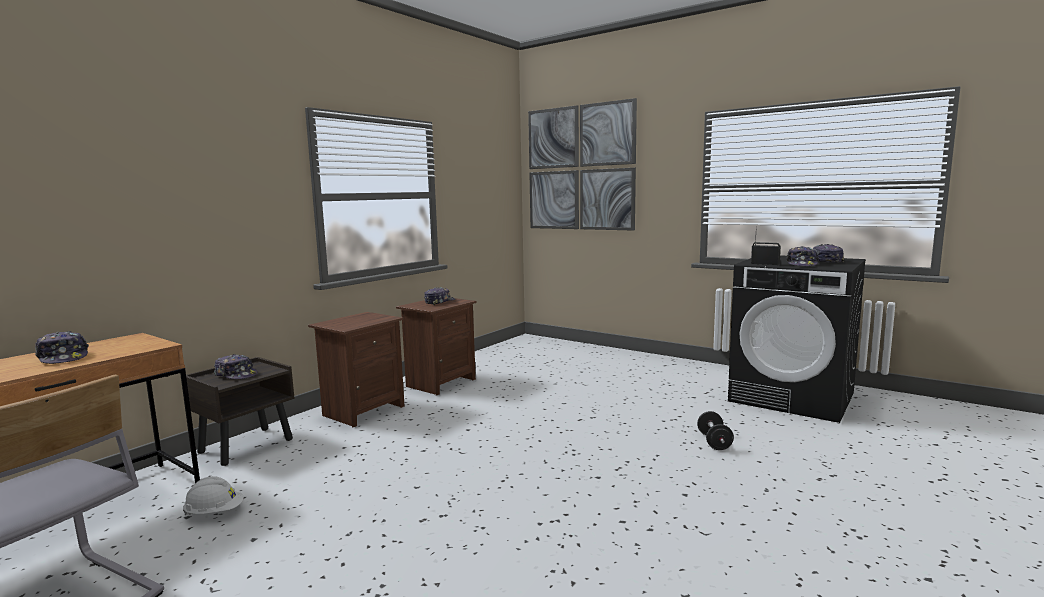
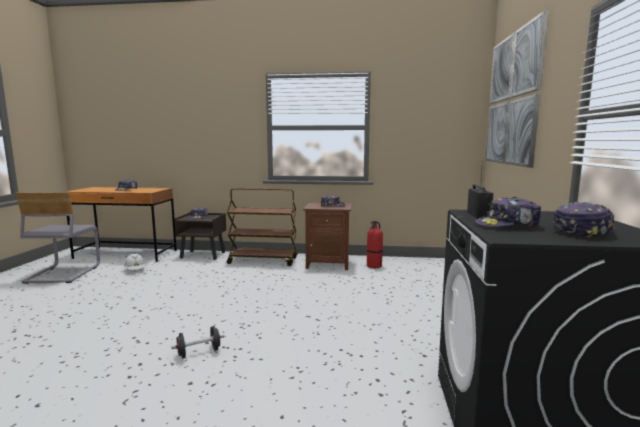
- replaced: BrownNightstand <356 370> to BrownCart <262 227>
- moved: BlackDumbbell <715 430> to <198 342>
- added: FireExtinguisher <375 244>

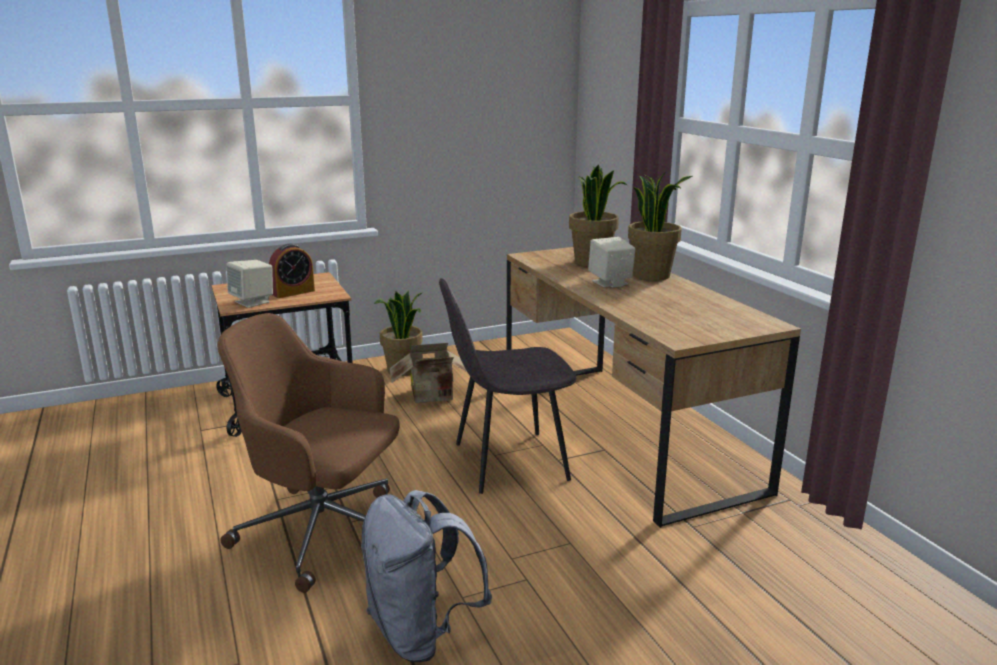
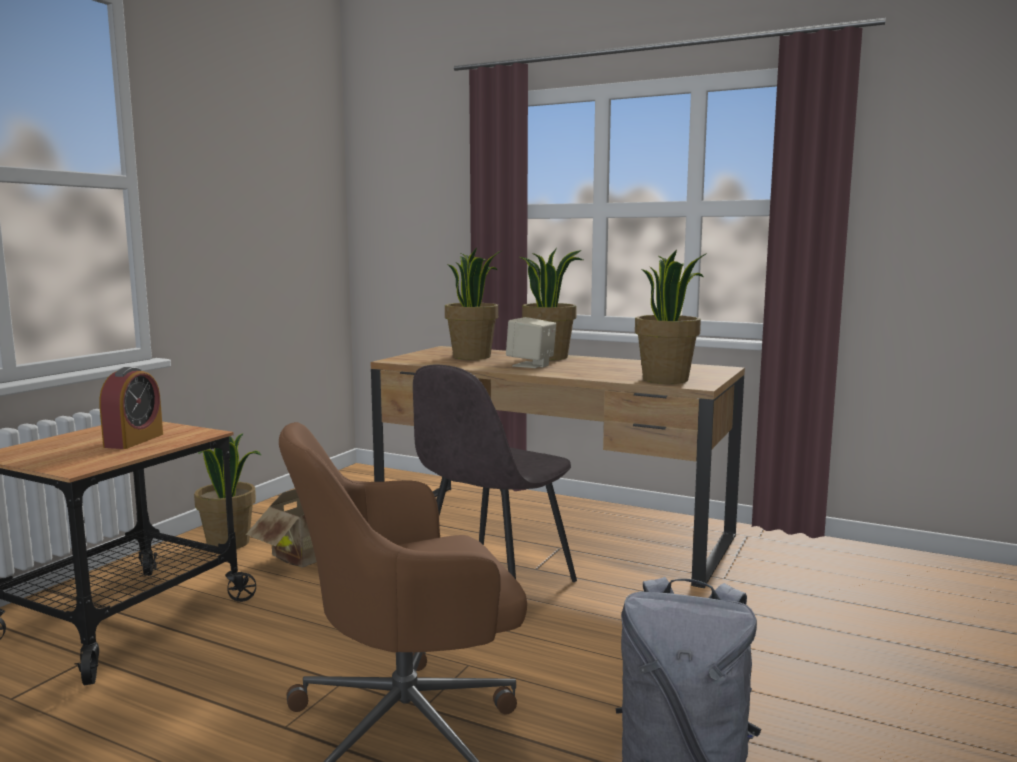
- removed: BeigeSpeaker <250 284>
- added: PottedPlant <671 317>

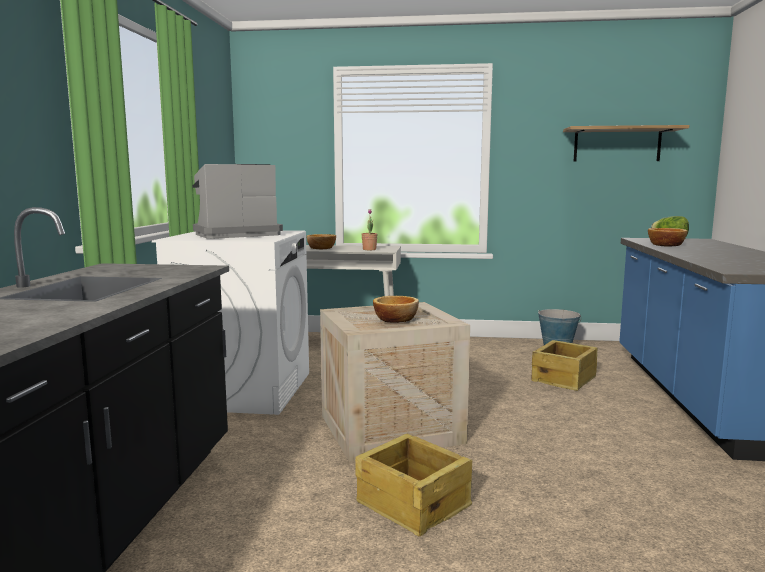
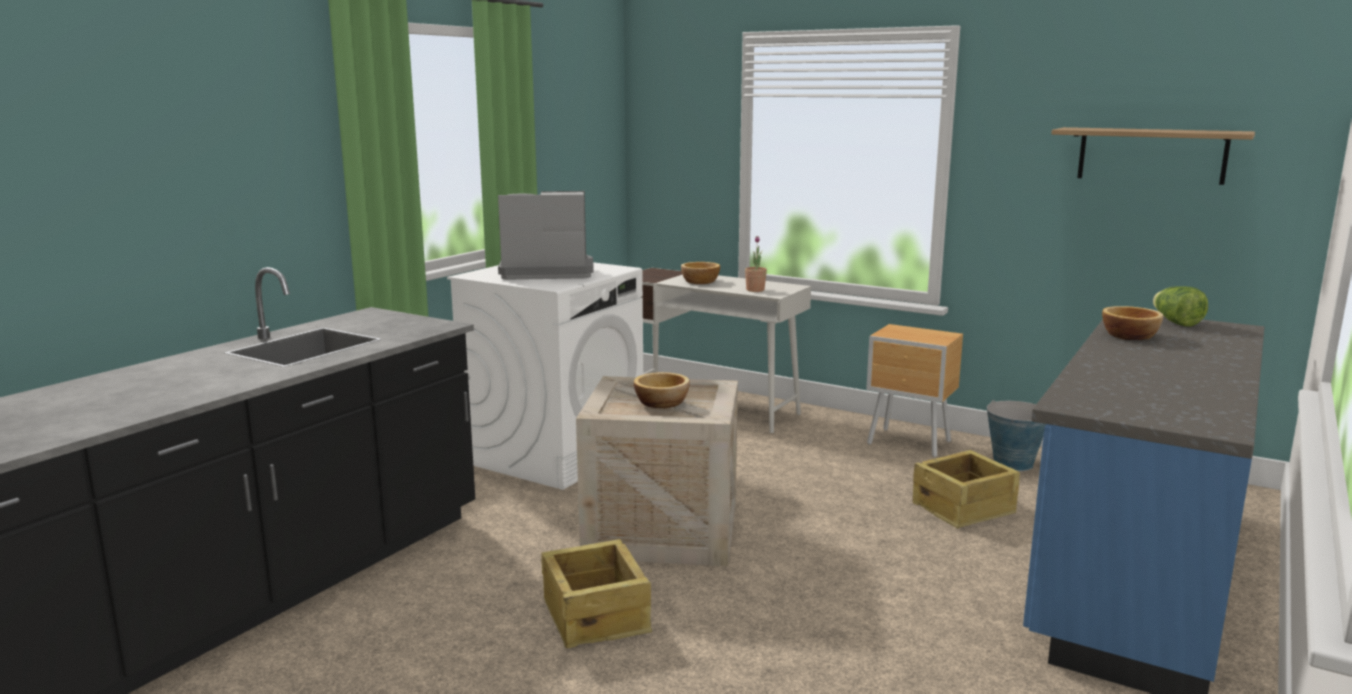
- added: BrownNightstand <914 391>

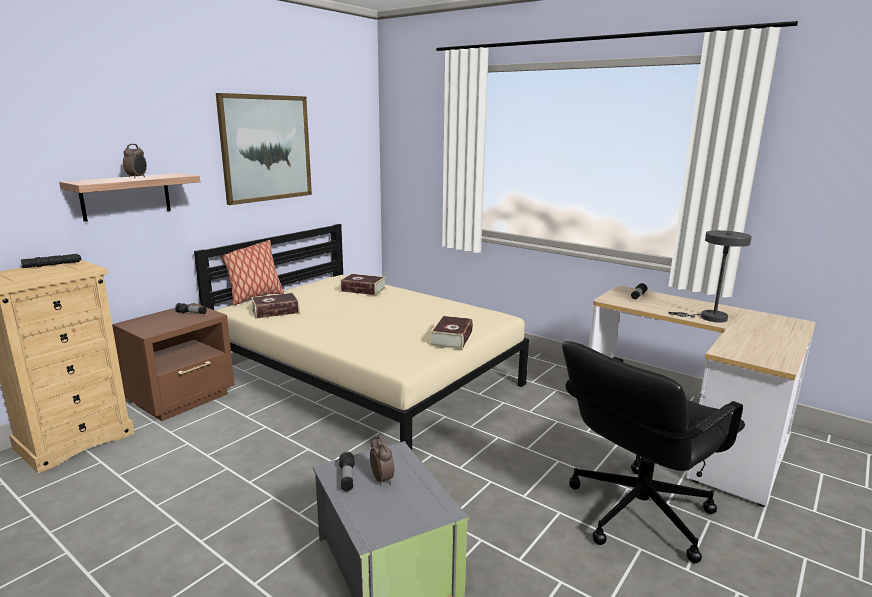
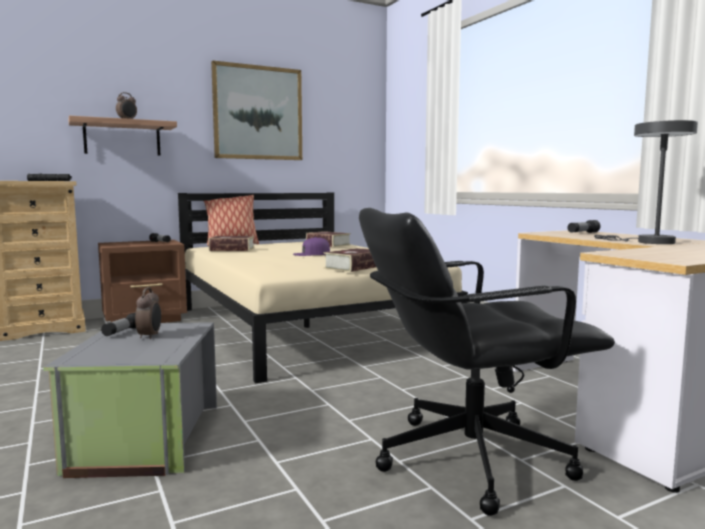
- added: PurpleCap <311 246>

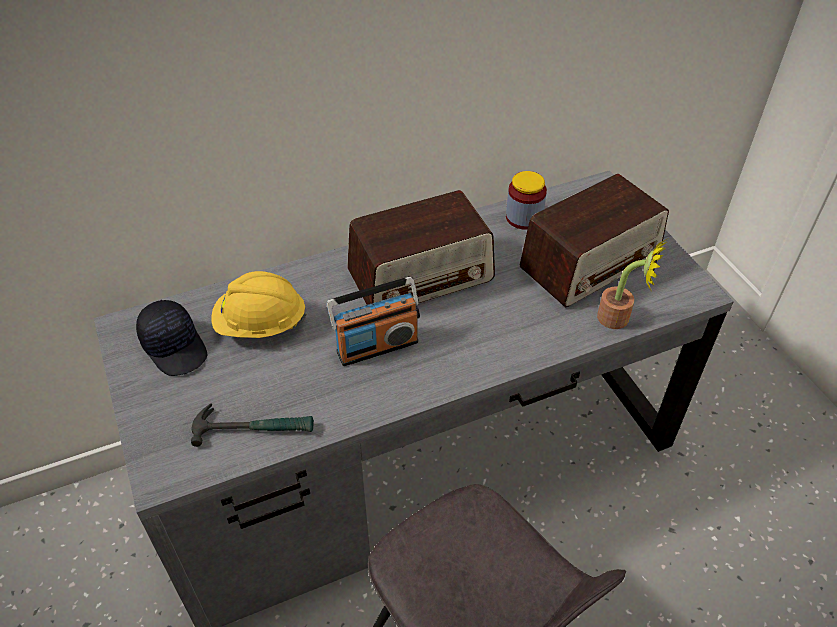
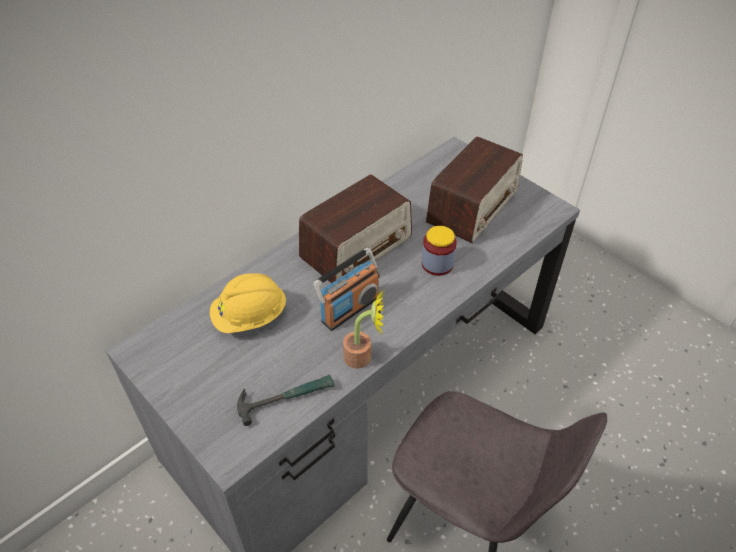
- removed: BlackCap <171 338>
- moved: Jar <526 200> to <439 251>
- moved: PottedPlant <632 284> to <364 329>

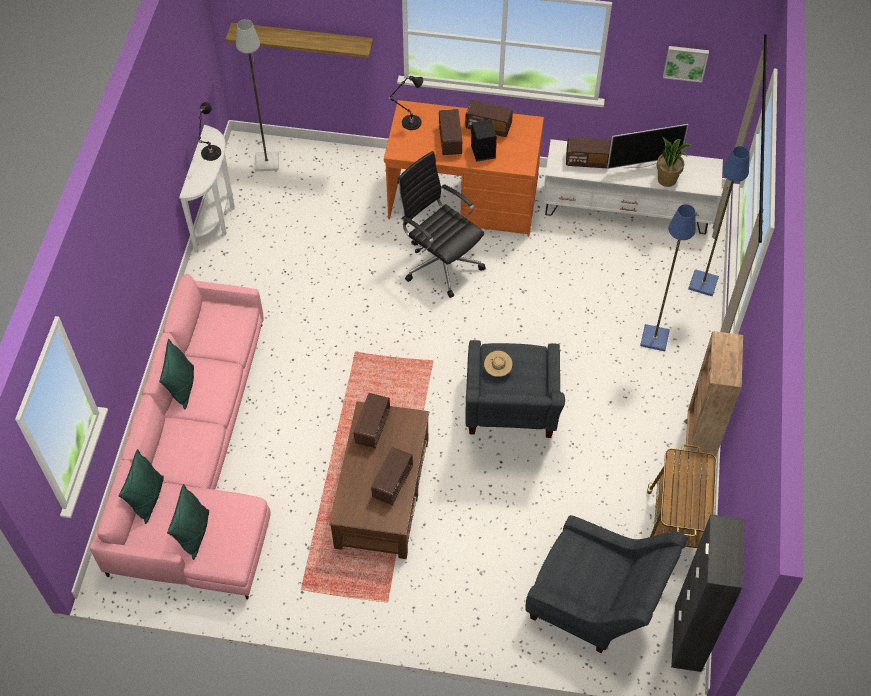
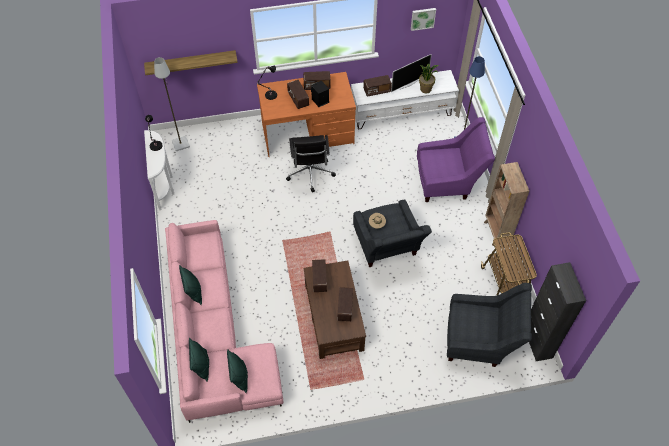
- turned: BlackOfficeChair <441 224> = <311 163> 120 degrees counterclockwise
- replaced: BlueFloorLamp <668 277> to PurpleArmchair <456 159>

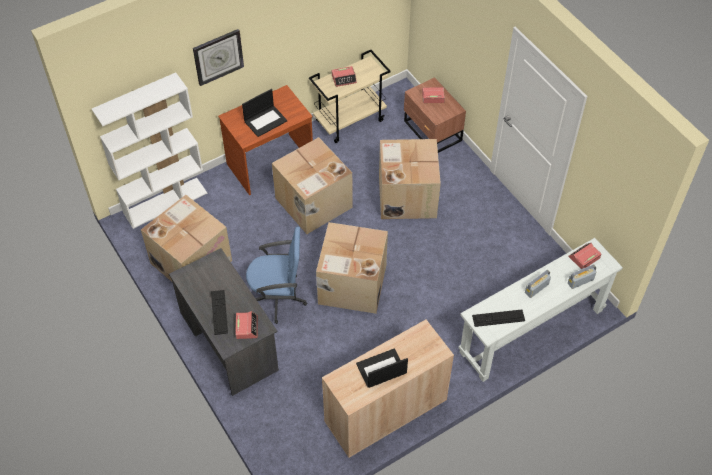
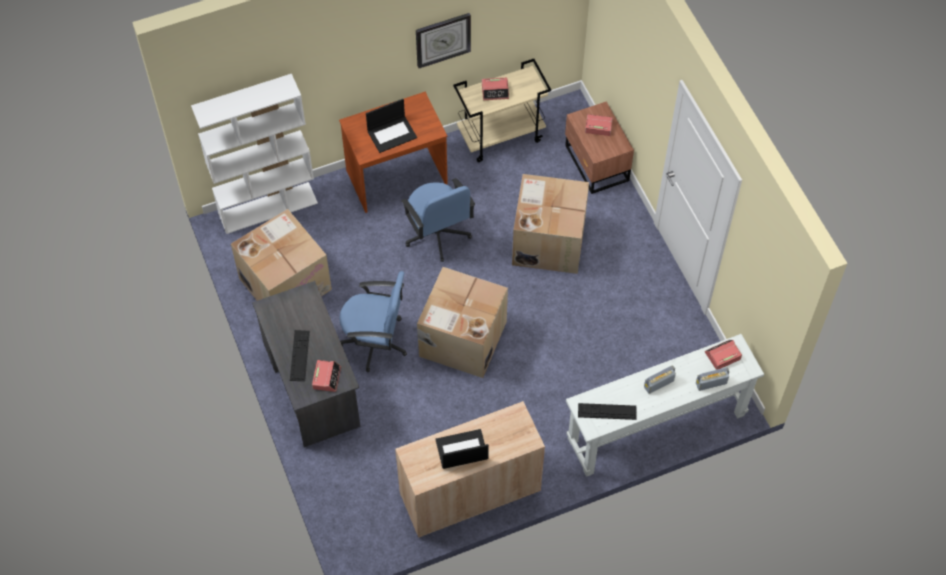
- moved: WallClock <218 57> to <443 40>
- replaced: CardboardBox <312 185> to BlueOfficeChair <438 220>

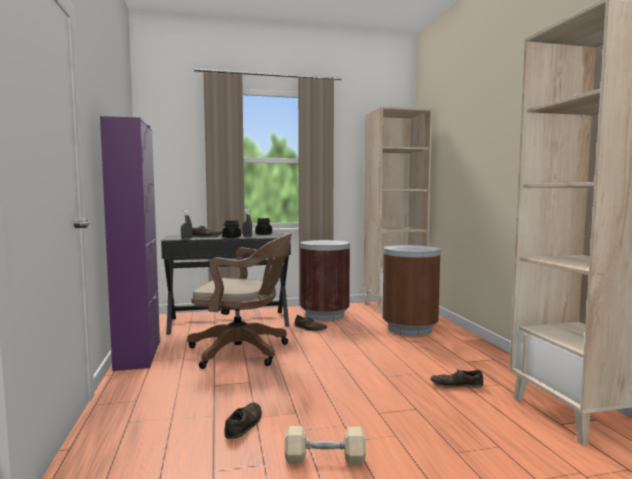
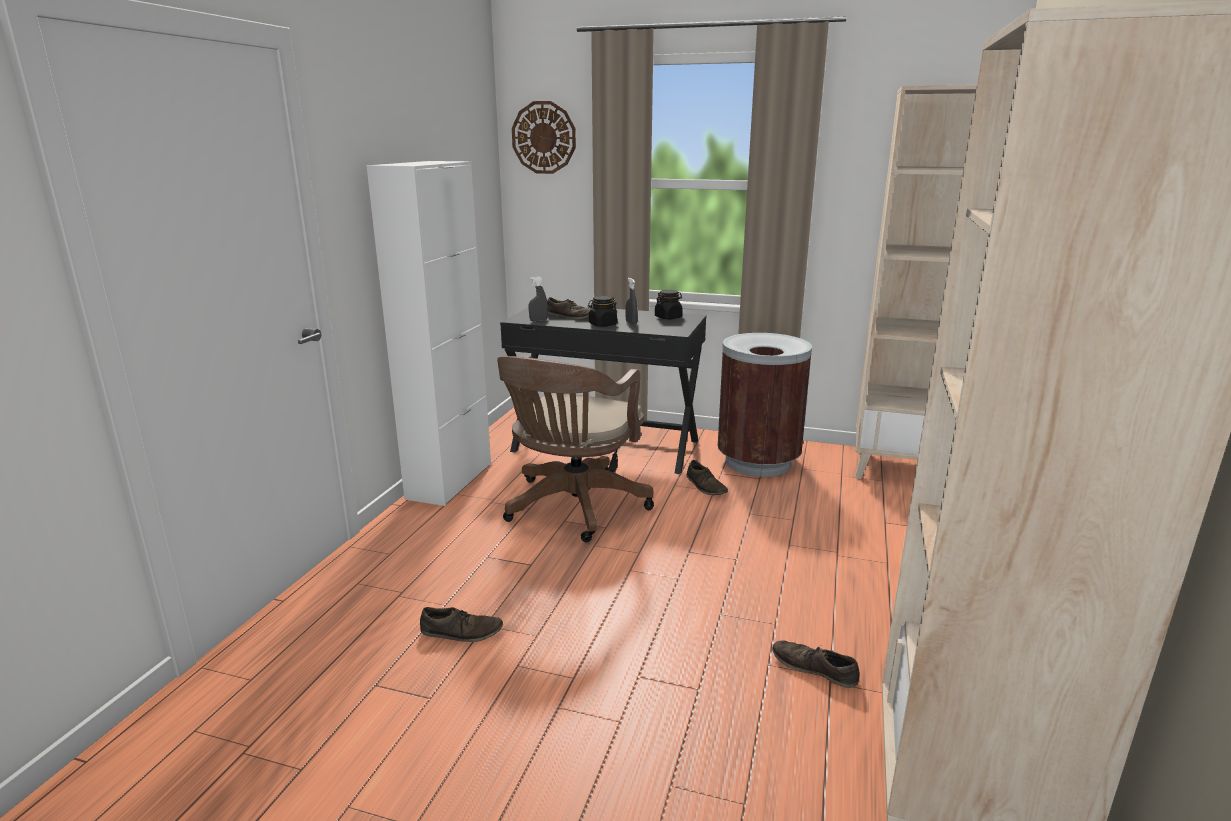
- recoloured: PurpleCabinet <130 243> to WhiteCabinet <429 333>
- turned: BrownOfficeChair <239 301> = <575 449> 75 degrees clockwise
- turned: BrownShoe <243 420> = <461 624> 45 degrees clockwise
- removed: BeigeDumbbell <325 445>
- removed: BrownTrashCan <411 290>
- added: WallClock <544 137>

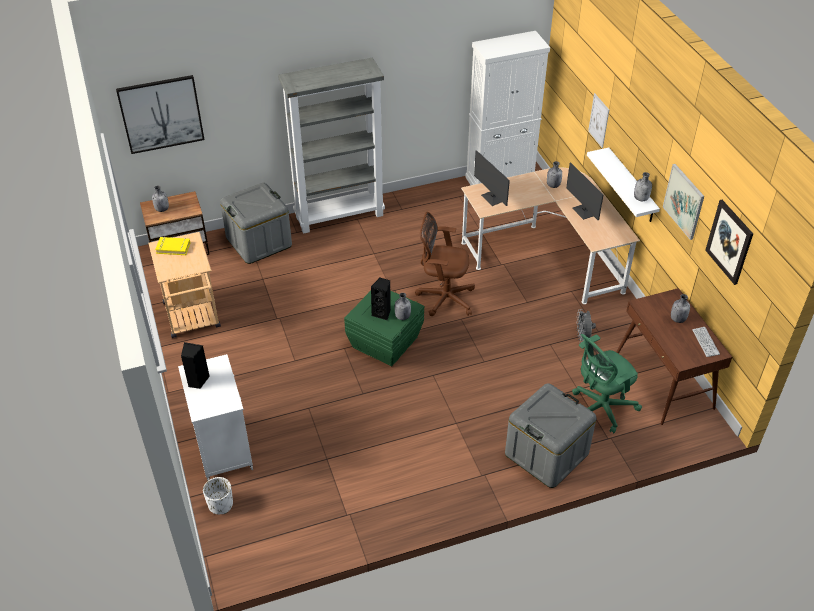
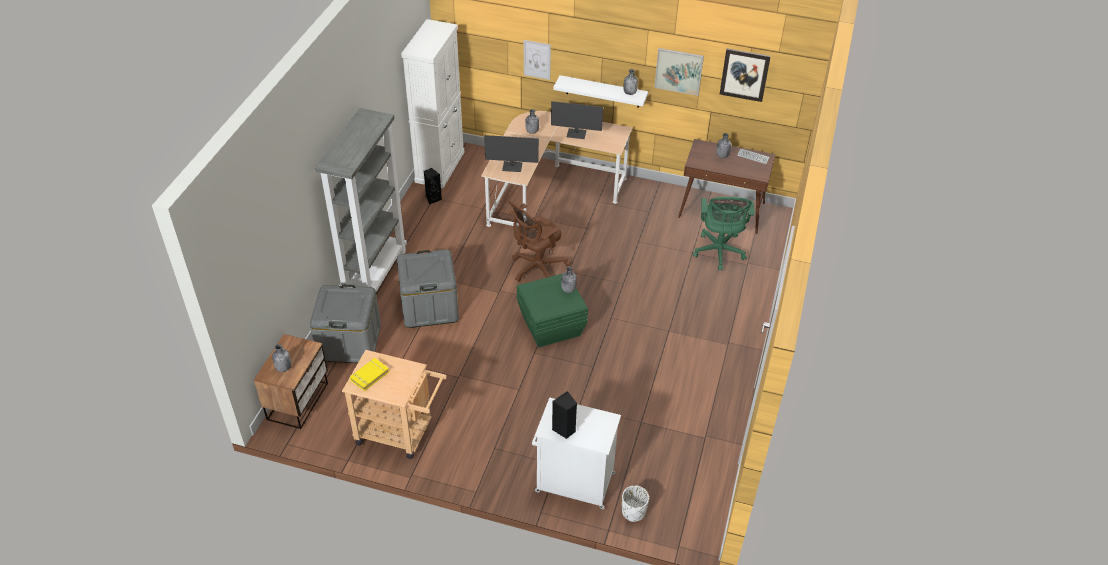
- removed: Picture <160 114>
- moved: BlackSpeaker <381 299> to <433 186>
- moved: GreyStorageBox <551 435> to <428 288>
- removed: GreyFan <586 326>

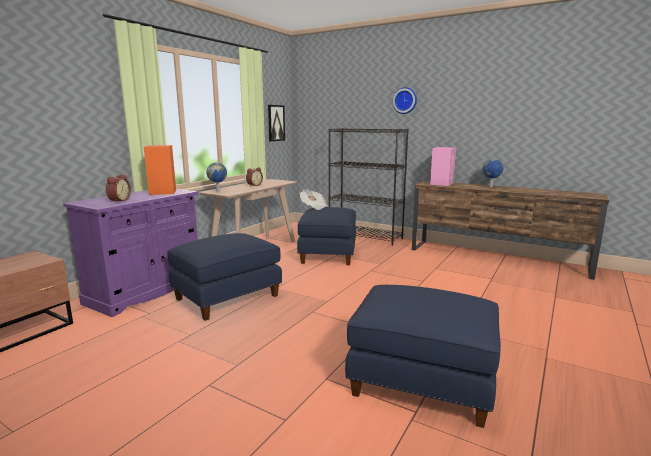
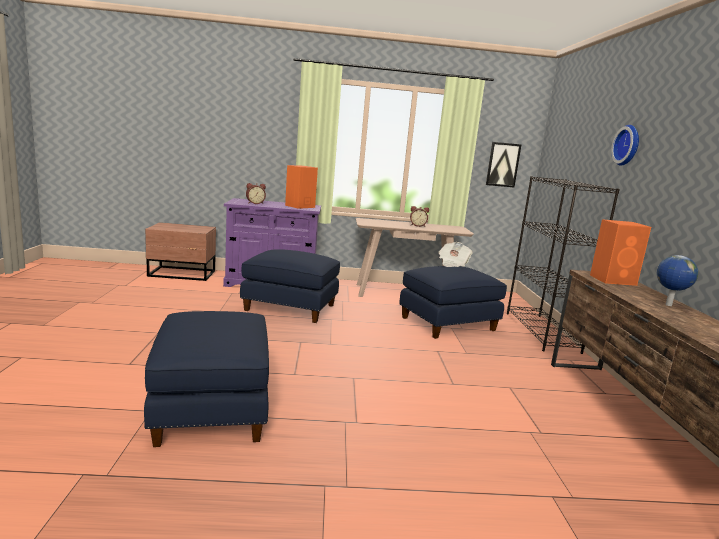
- removed: Globe <216 177>
- recoloured: PinkSpeaker <443 166> to OrangeSpeaker <620 252>

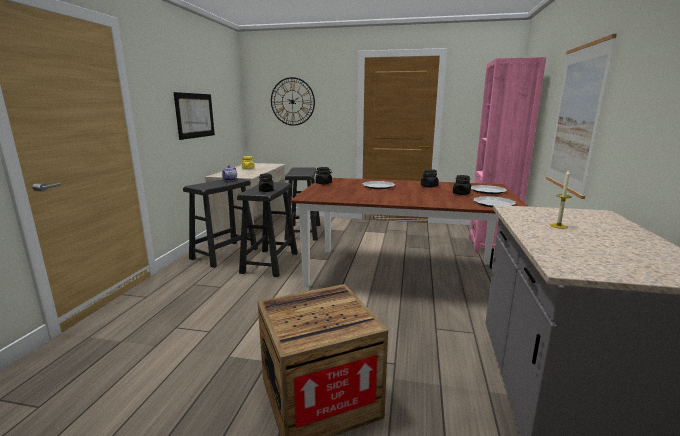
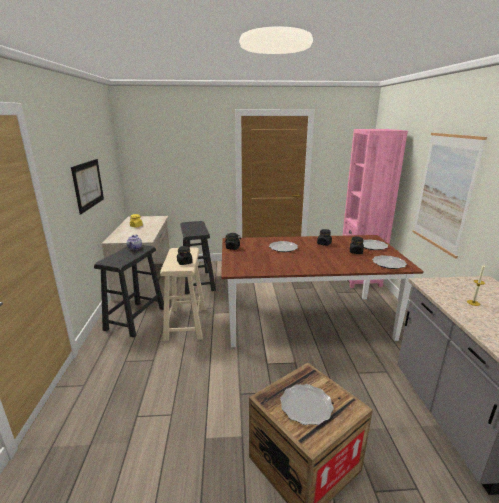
- recoloured: BlackStool <267 229> to BeigeStool <183 294>
- removed: WallClock <293 101>
- added: Plate <307 404>

